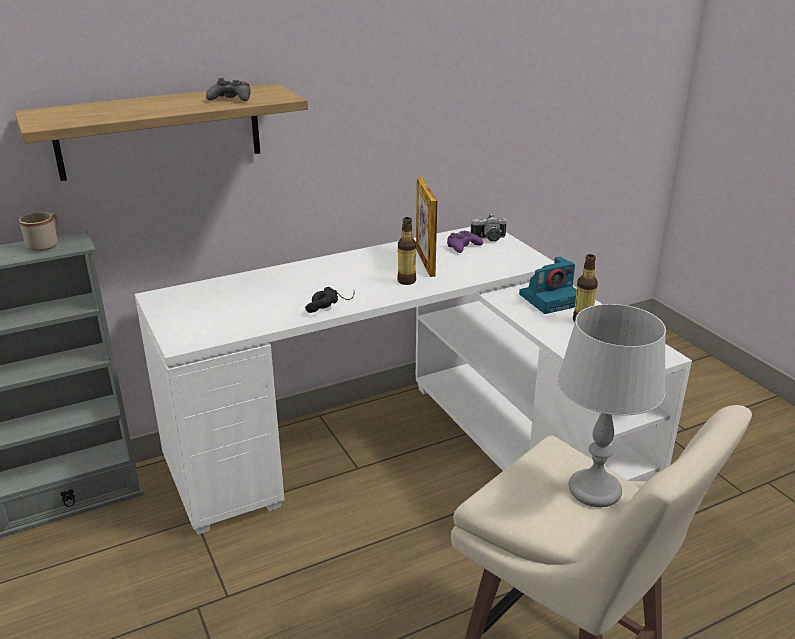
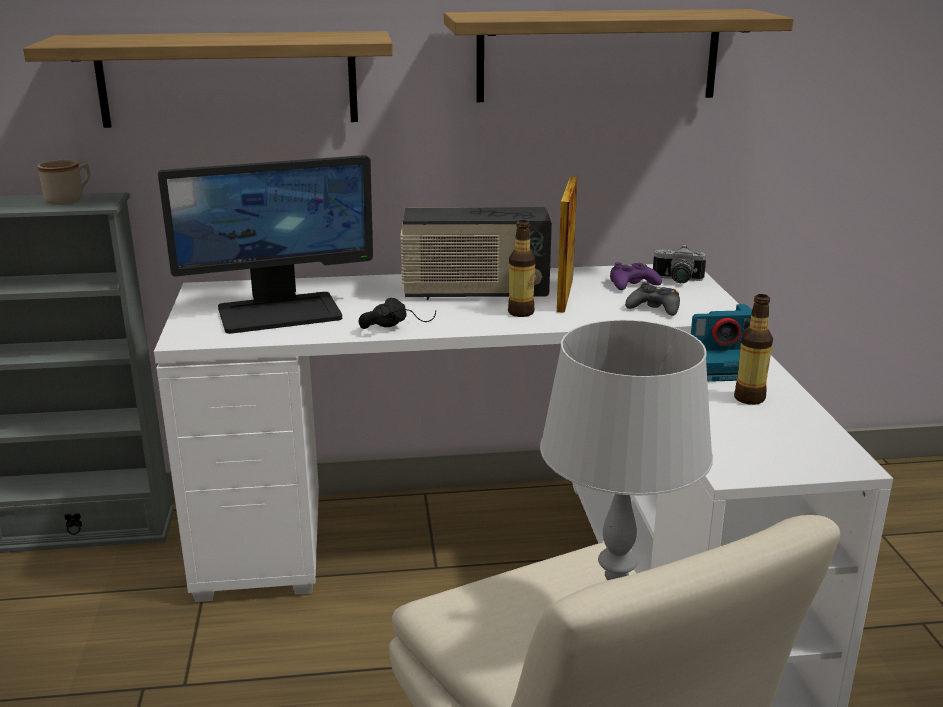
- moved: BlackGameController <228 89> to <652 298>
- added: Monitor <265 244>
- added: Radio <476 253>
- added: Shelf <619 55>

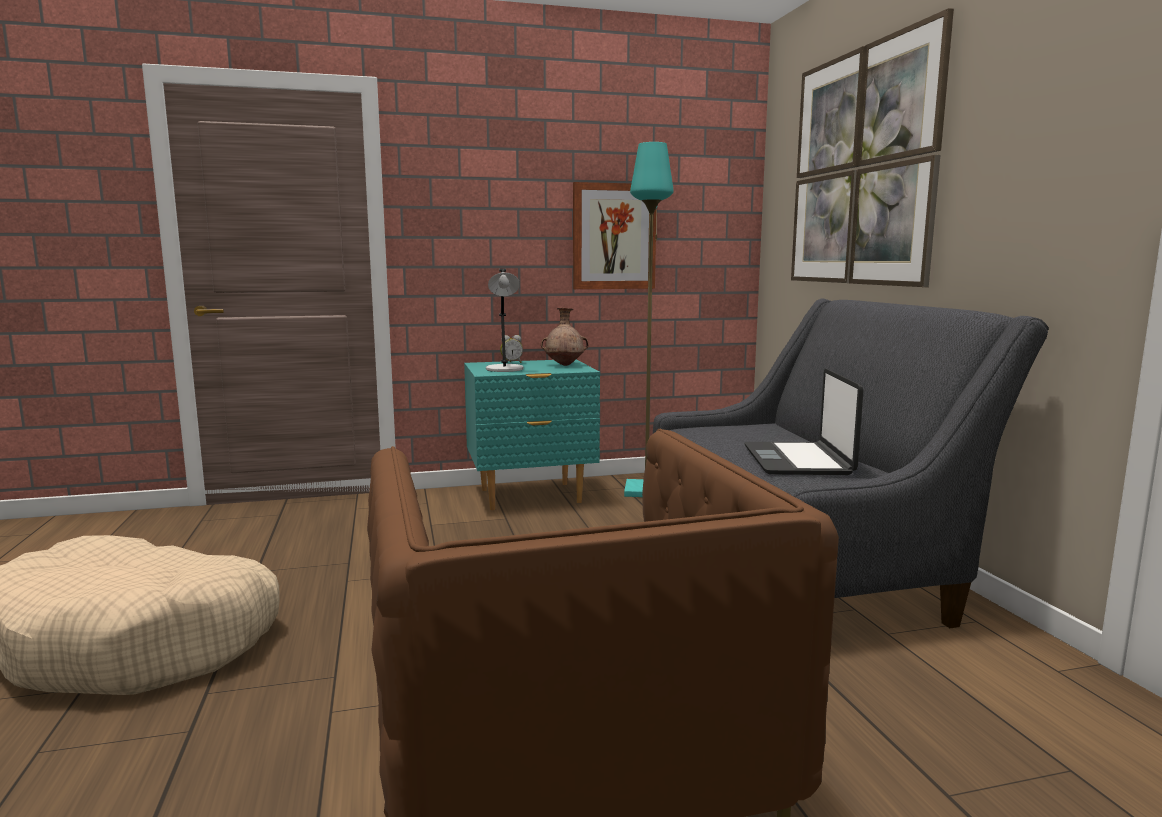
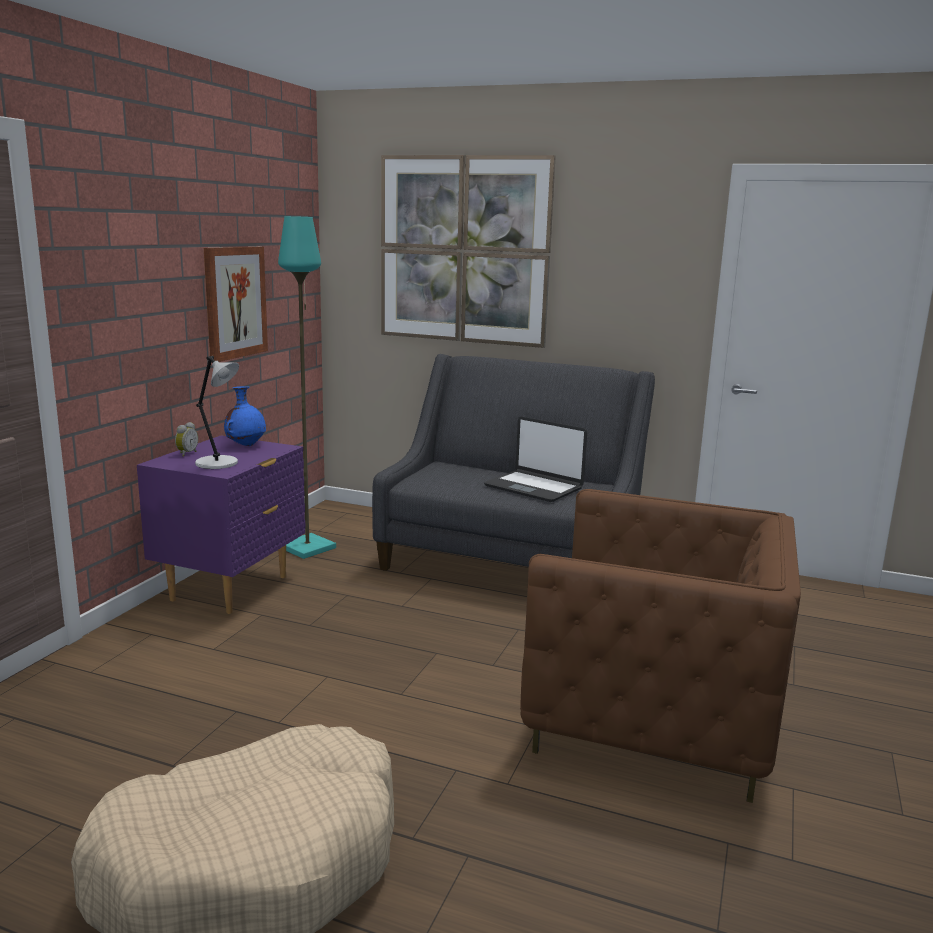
- recoloured: TurquoiseNightstand <532 434> to PurpleNightstand <221 524>
- recoloured: BrownVase <564 337> to BlueVase <245 416>

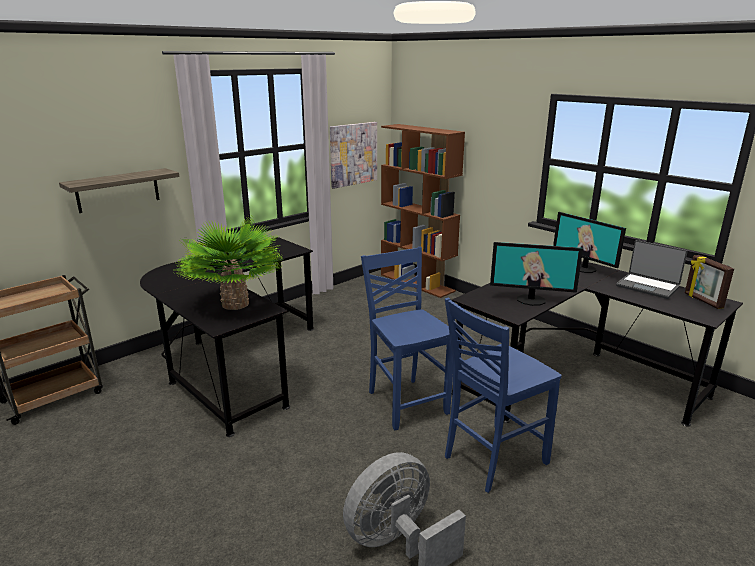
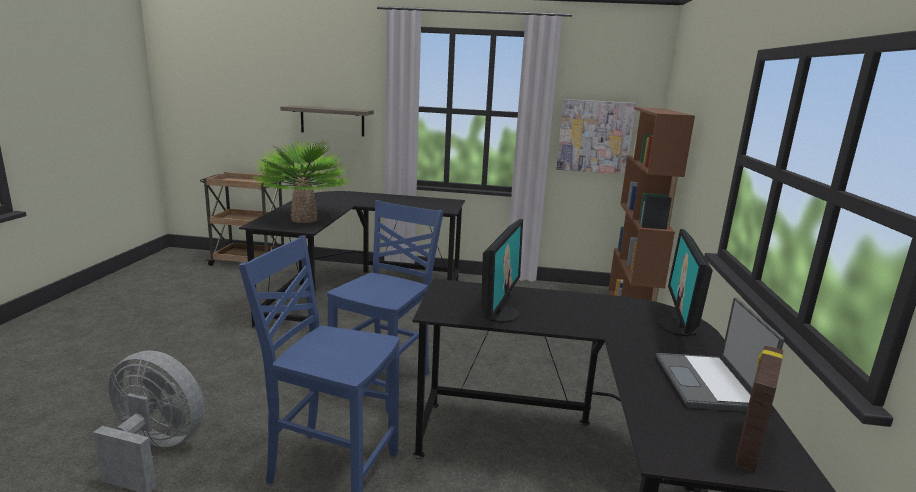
- turned: Monitor <536 274> = <502 271> 135 degrees counterclockwise

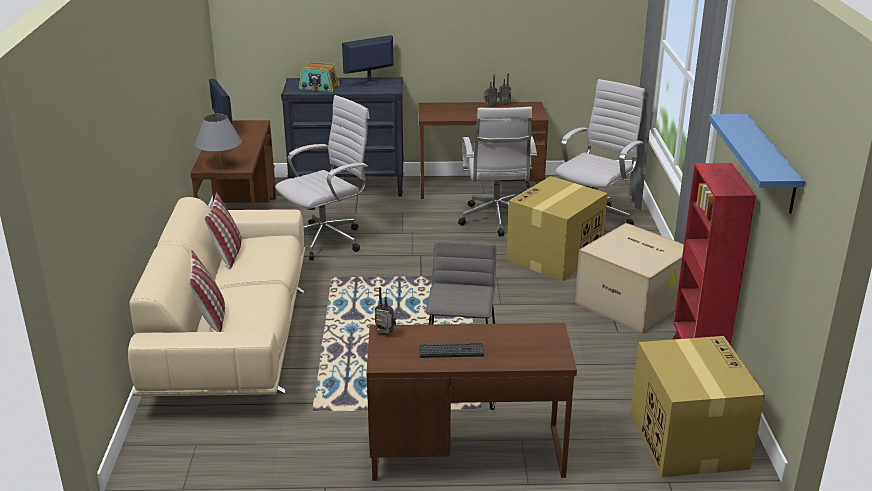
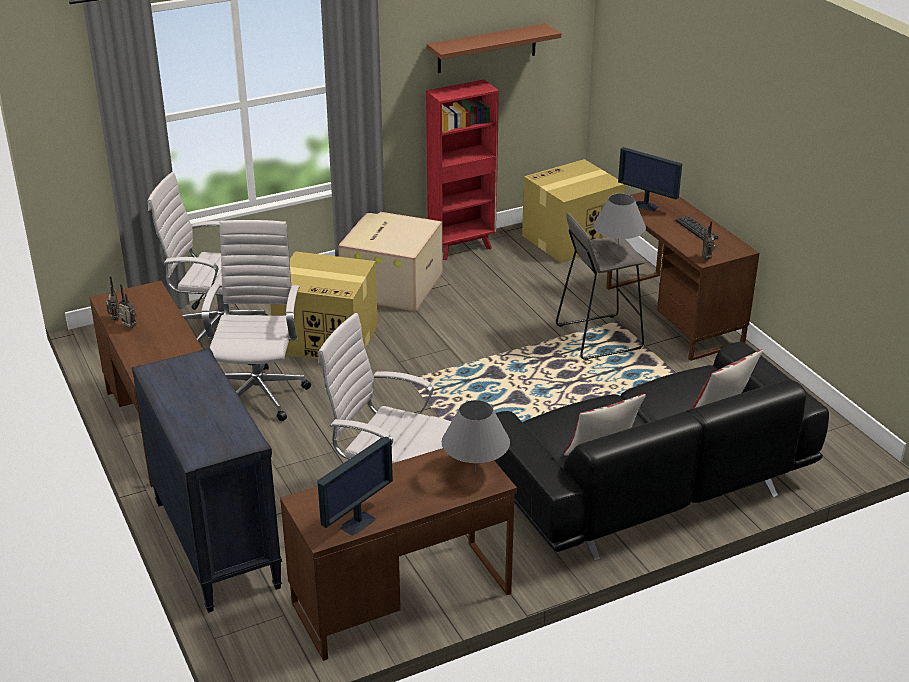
- recoloured: BeigeSofa <216 296> to BlackSofa <661 451>
- removed: Radio <319 77>
- moved: Monitor <368 60> to <650 179>
- turned: WhiteOfficeChair <497 171> = <256 320> 60 degrees counterclockwise
- recoloured: BlueShelf <757 164> to BrownShelf <494 48>
- added: GreyTableLamp <619 222>

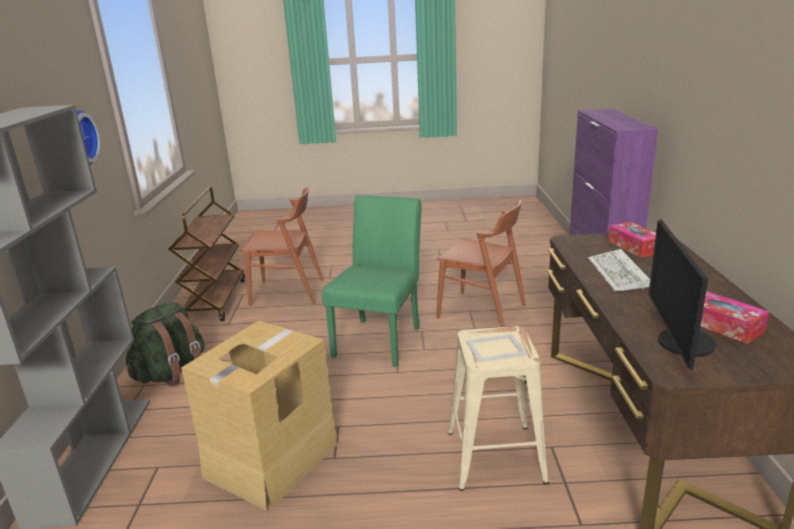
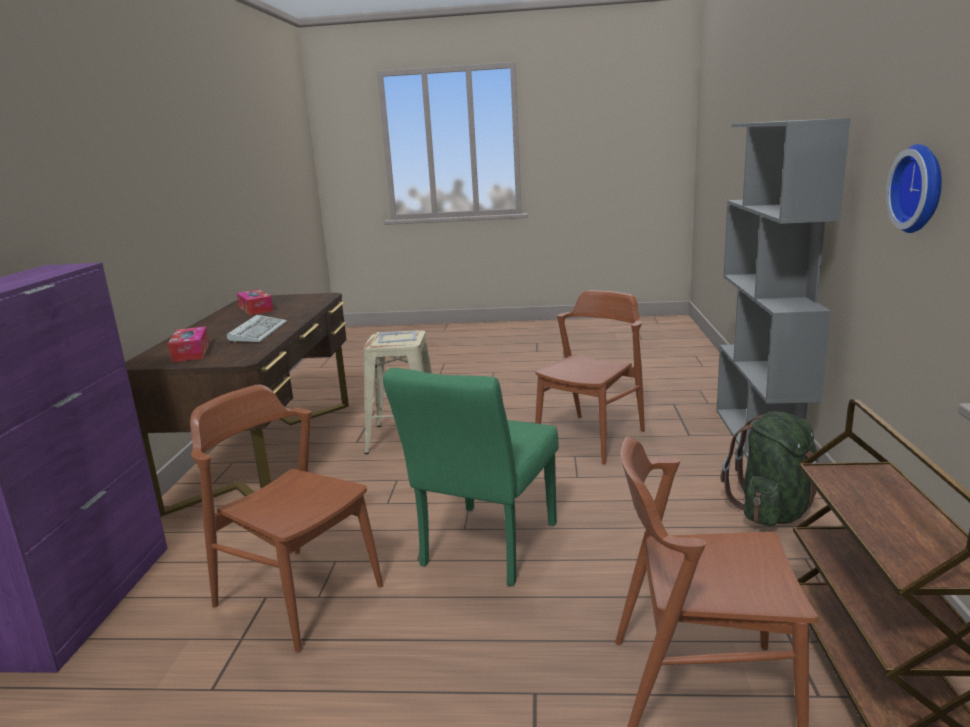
- replaced: CardboardBox <259 415> to BrownChair <590 377>
- removed: Monitor <682 294>

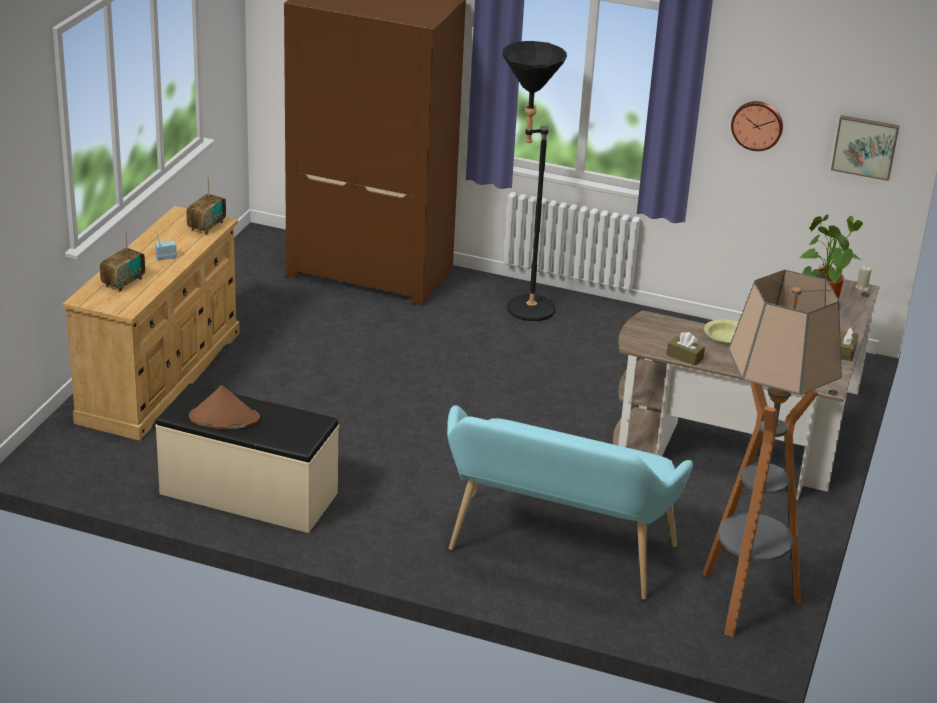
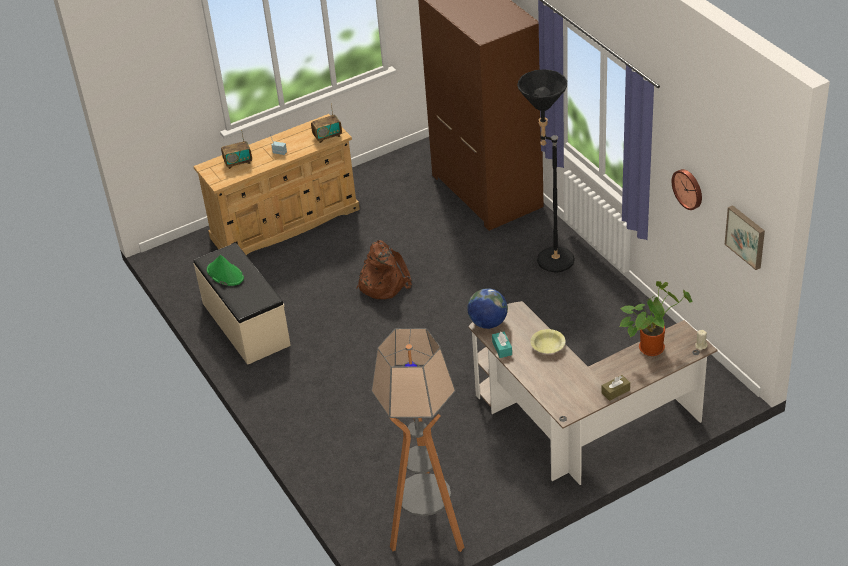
- recoloured: BrownHat <224 407> to GreenHat <225 270>
- removed: TurquoiseBench <570 502>
- recoloured: BrownTissueBox <685 349> to TurquoiseTissueBox <502 344>
- added: BrownBackpack <384 269>
- added: Globe <487 308>

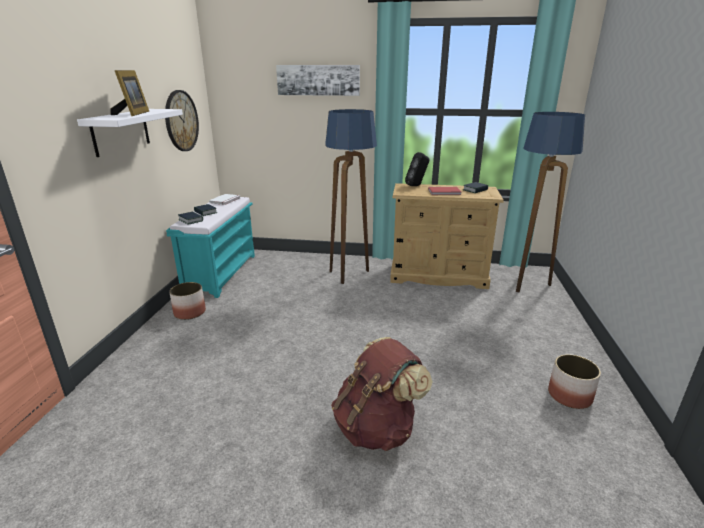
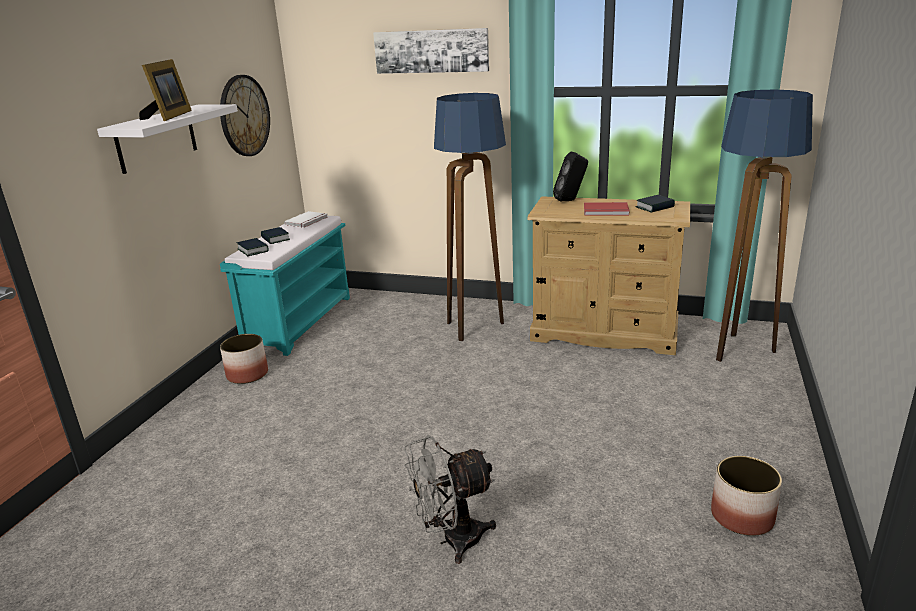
- replaced: BrownBackpack <382 394> to GreyFan <450 499>

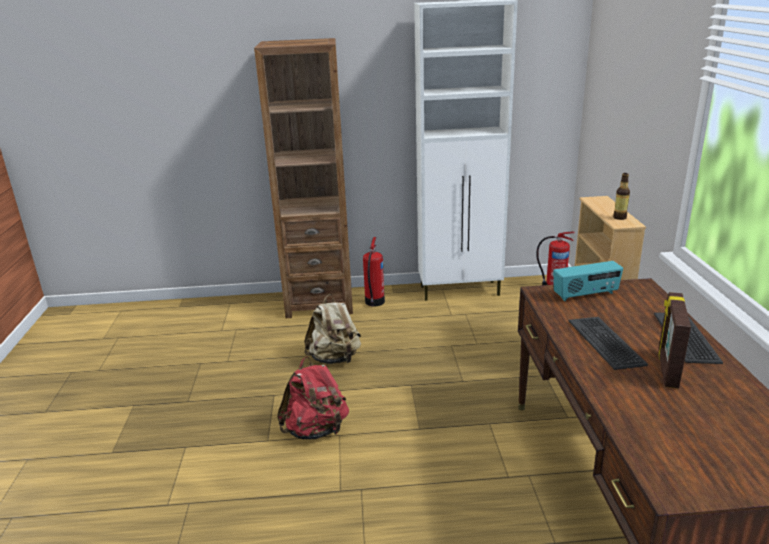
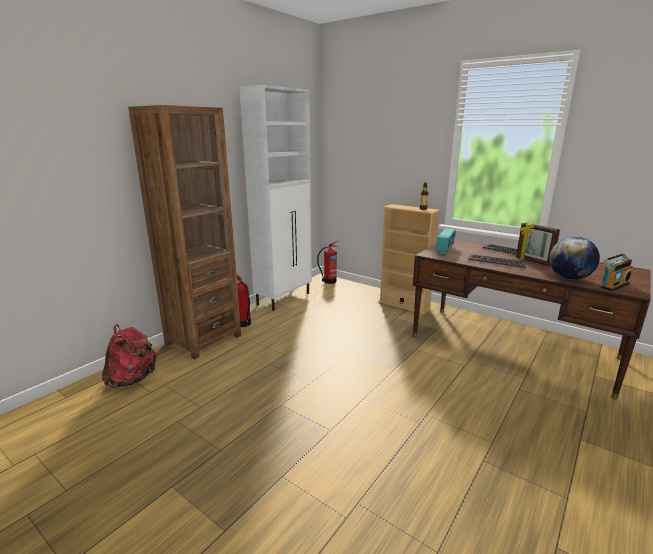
- moved: RedBackpack <313 398> to <129 356>
- removed: BeigeBackpack <332 329>
- added: Globe <574 258>
- added: Radio <617 272>

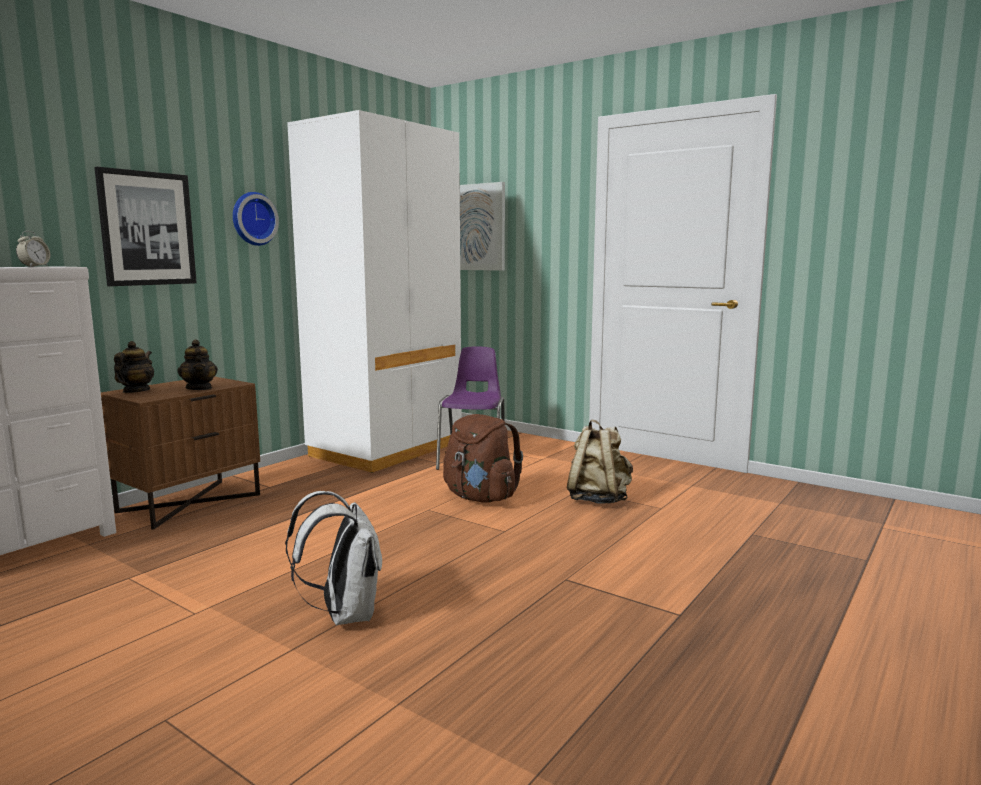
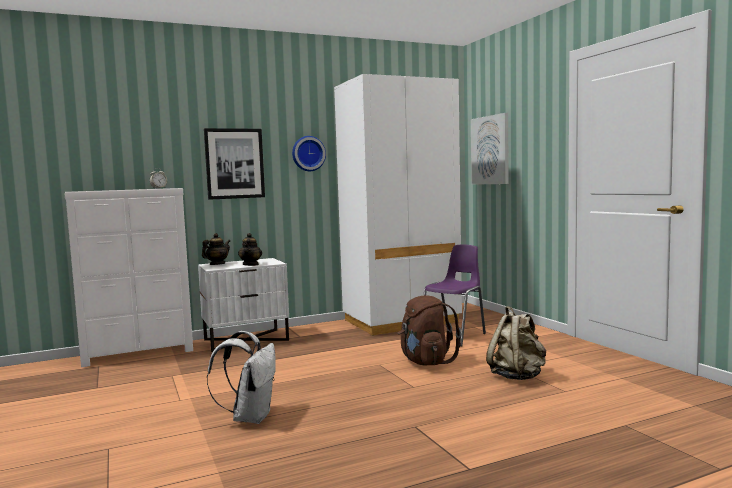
- recoloured: BrownNightstand <180 453> to WhiteNightstand <243 305>

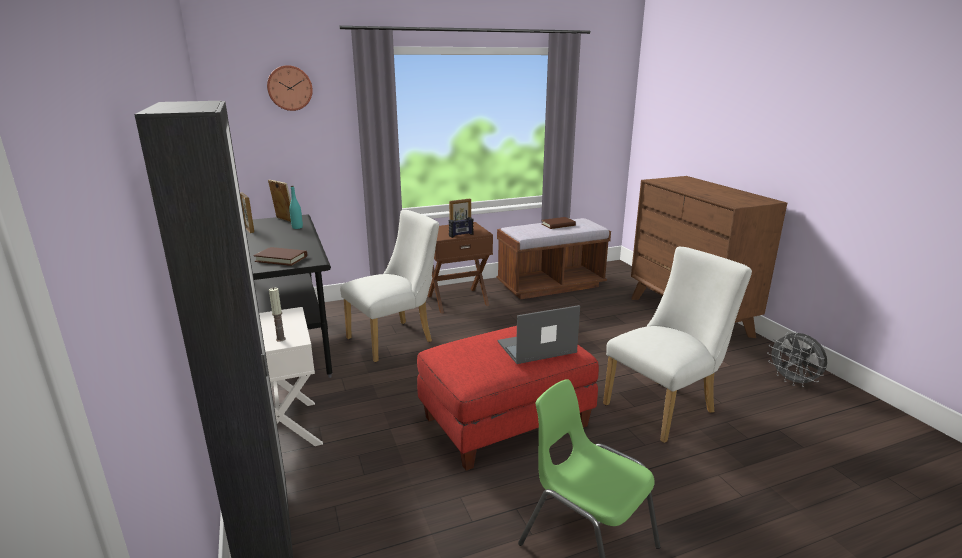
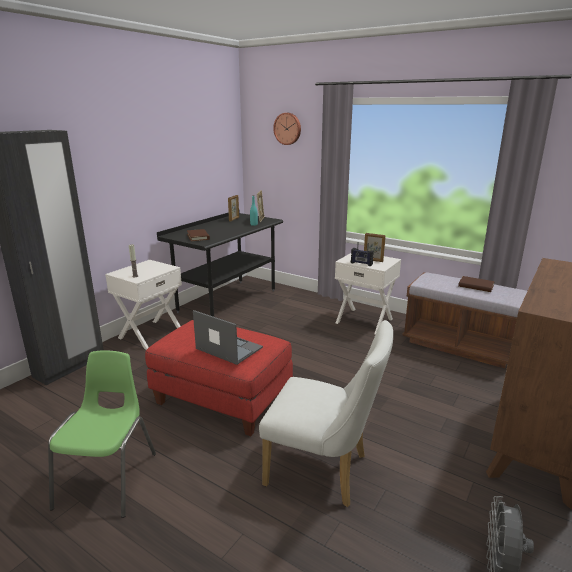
- removed: WhiteChair <389 286>
- recoloured: BrownNightstand <460 268> to WhiteNightstand <368 293>

